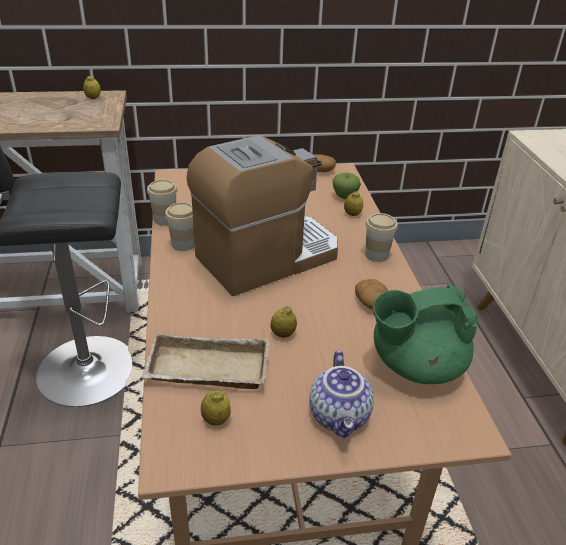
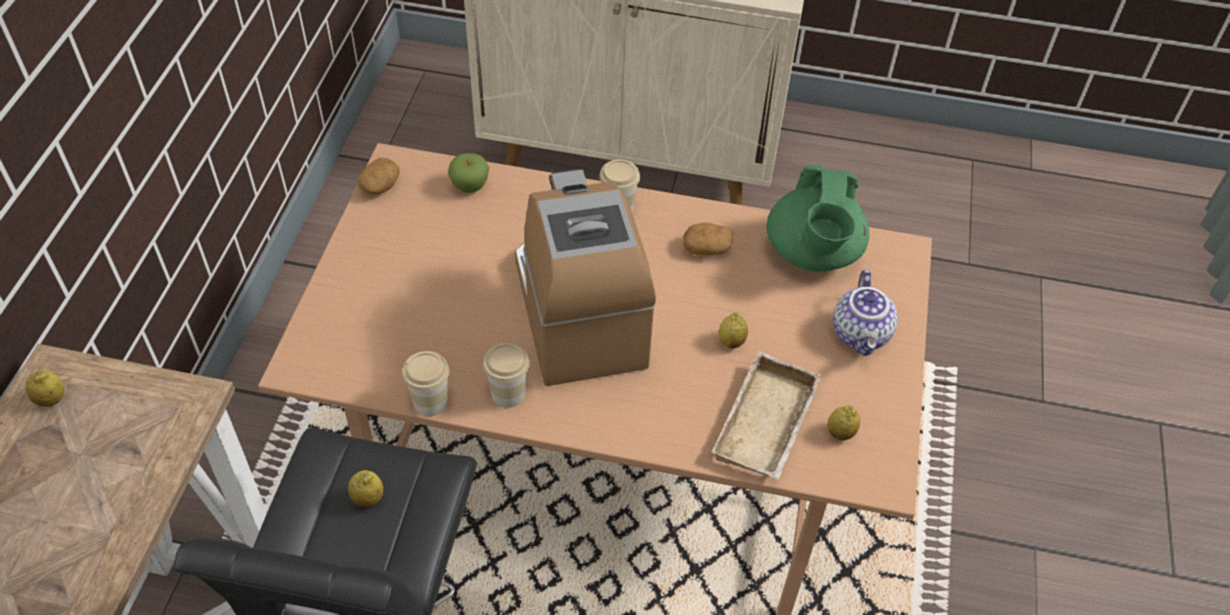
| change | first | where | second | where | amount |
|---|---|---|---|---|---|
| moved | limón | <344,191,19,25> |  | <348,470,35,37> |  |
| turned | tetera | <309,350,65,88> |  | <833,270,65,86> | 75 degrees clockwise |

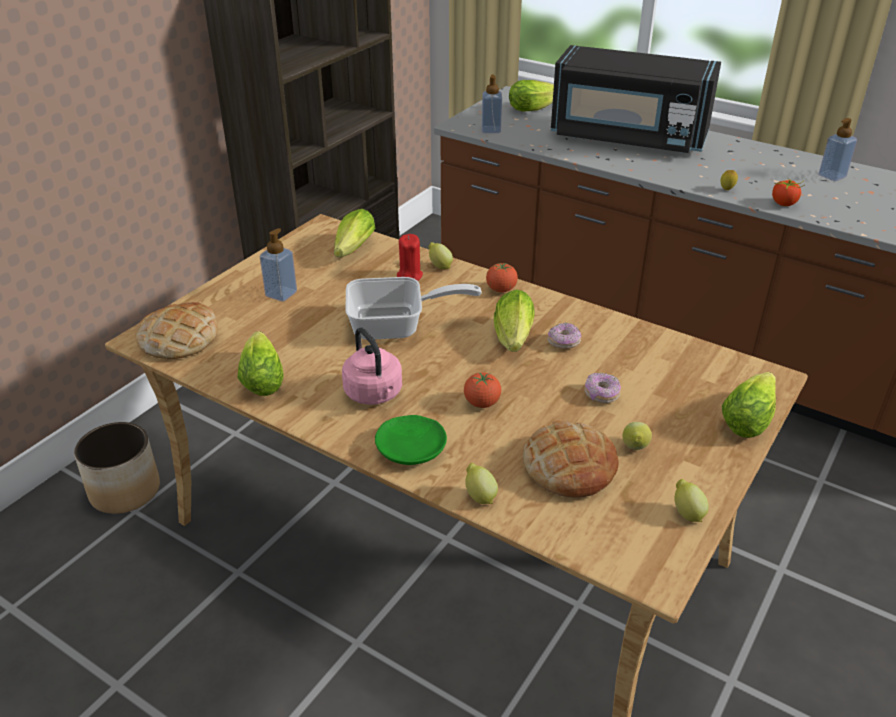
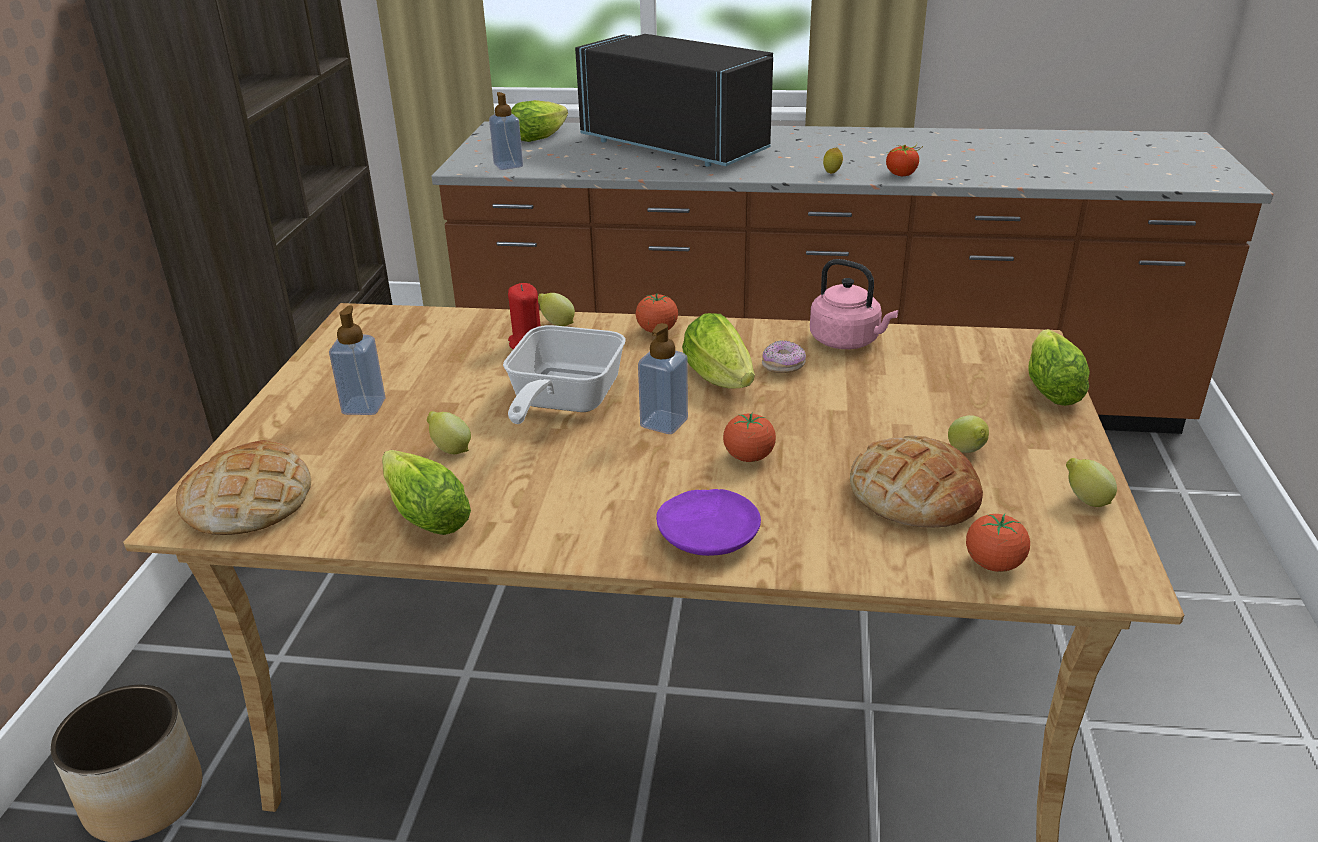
| change | first | where | second | where | amount |
|---|---|---|---|---|---|
| removed | lechuga | <334,209,41,48> |  |  |  |
| removed | rosquilla | <584,372,37,31> |  |  |  |
| added |  |  | tomate | <966,514,64,58> |  |
| moved | hervidor (rosa) | <342,327,60,78> |  | <810,259,88,90> |  |
| moved | limón | <465,463,33,41> |  | <427,411,44,43> |  |
| moved | dispensador de jabón | <819,118,38,63> |  | <638,323,50,111> |  |
| recoloured | plato (verde) | <375,415,72,50> | plato (morado) | <656,489,105,67> |  |
| turned | sartén | <345,277,137,63> |  | <503,325,123,99> | 135 degrees clockwise |
| turned | microondas (negro) | <551,45,170,108> |  | <575,34,198,133> | 135 degrees counterclockwise |

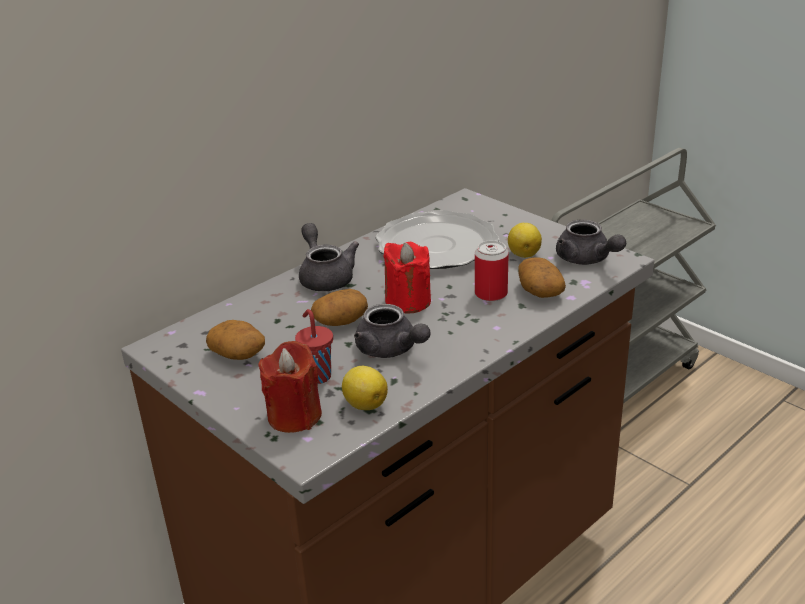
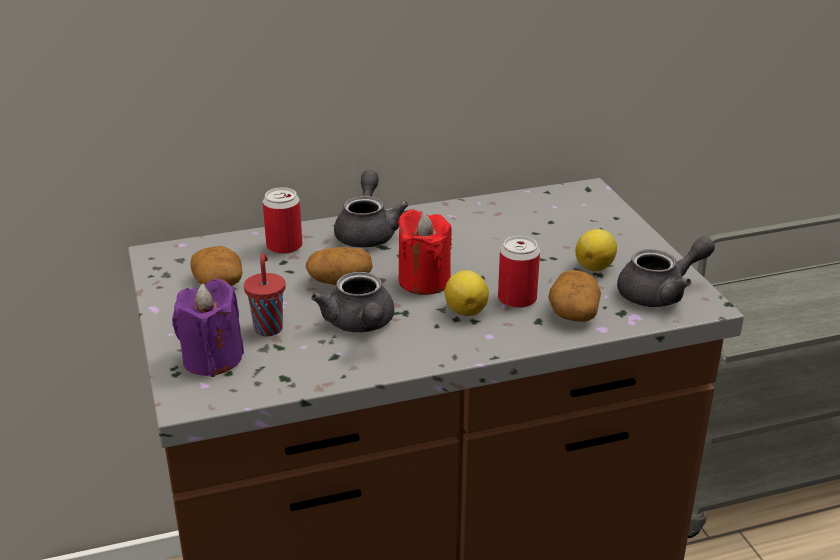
| change | first | where | second | where | amount |
|---|---|---|---|---|---|
| removed | plato | <375,210,124,59> |  |  |  |
| added |  |  | lata | <263,187,39,67> |  |
| moved | limón | <342,366,46,44> |  | <445,270,44,46> |  |
| recoloured | vela (rojo) | <259,341,63,92> | vela (morado) | <172,279,72,98> |  |
| turned | tetera (gris) | <556,220,70,45> |  | <617,237,98,70> | 105 degrees counterclockwise |

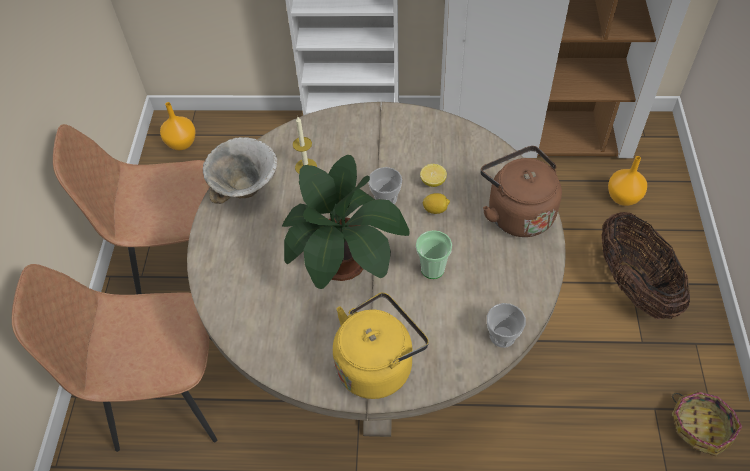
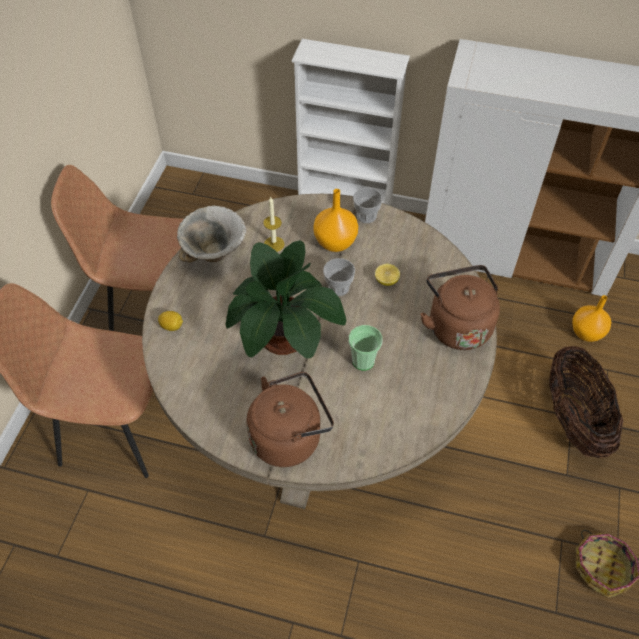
| change | first | where | second | where | amount |
|---|---|---|---|---|---|
| moved | florero (naranja) | <160,102,35,48> |  | <313,189,45,63> |  |
| moved | limón | <423,193,27,21> |  | <158,311,25,20> |  |
| moved | taza | <487,303,39,45> |  | <353,188,30,35> |  |
| recoloured | hervidor (amarillo) | <333,292,96,107> | hervidor (marrón) | <247,372,87,95> |  |

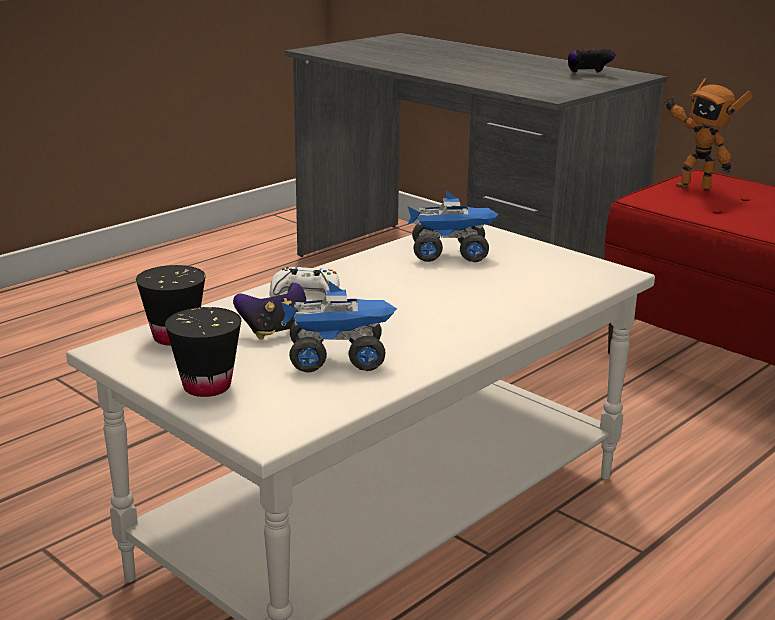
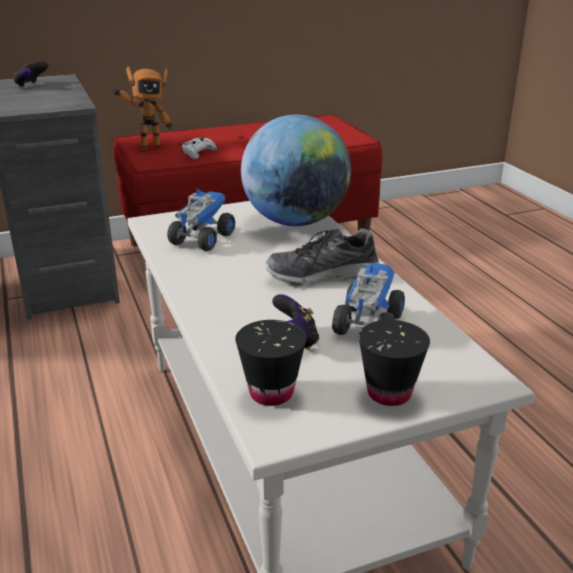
| change | first | where | second | where | amount |
|---|---|---|---|---|---|
| added |  |  | globo terráqueo | <241,114,110,112> |  |
| added |  |  | zapato | <265,228,114,59> |  |
| moved | mando de consola (blanco) | <270,267,69,30> |  | <181,137,36,22> |  |

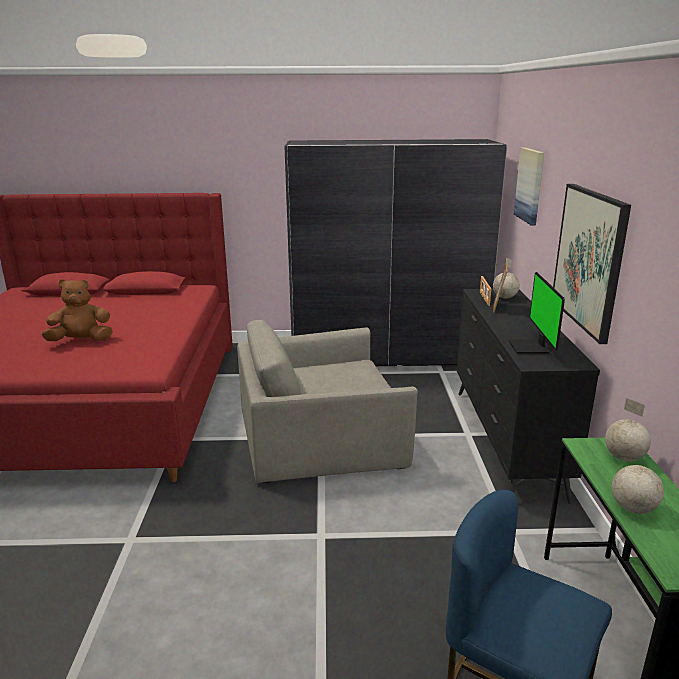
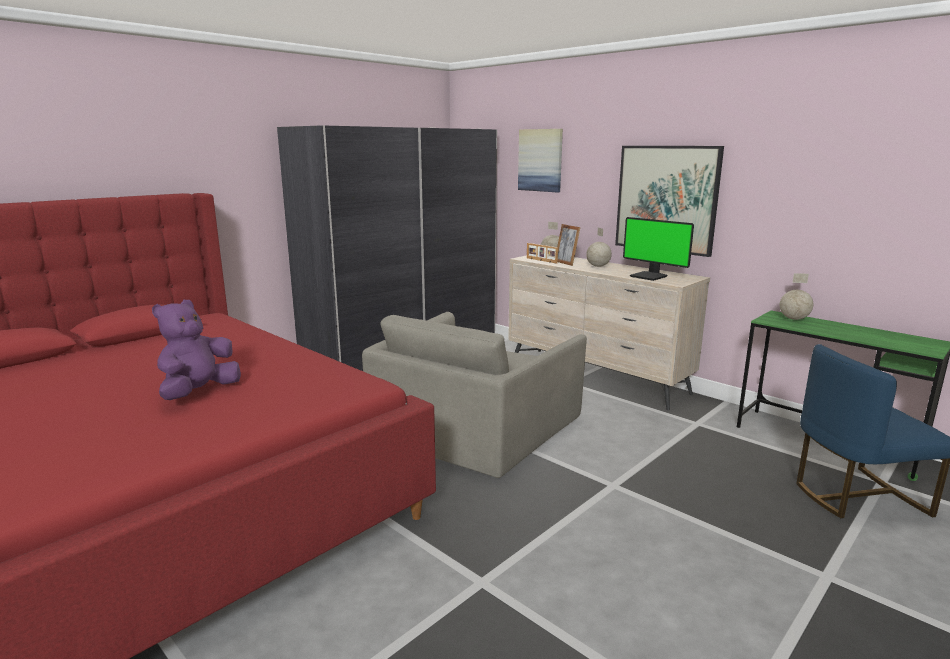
| change | first | where | second | where | amount |
|---|---|---|---|---|---|
| moved | globo terráqueo | <612,444,52,70> |  | <586,227,26,40> |  |
| recoloured | peluche (marrón) | <42,279,71,62> | peluche (morado) | <152,300,89,100> |  |
| recoloured | cómoda (negro) | <457,289,143,215> | cómoda (beis) | <508,255,202,155> |  |

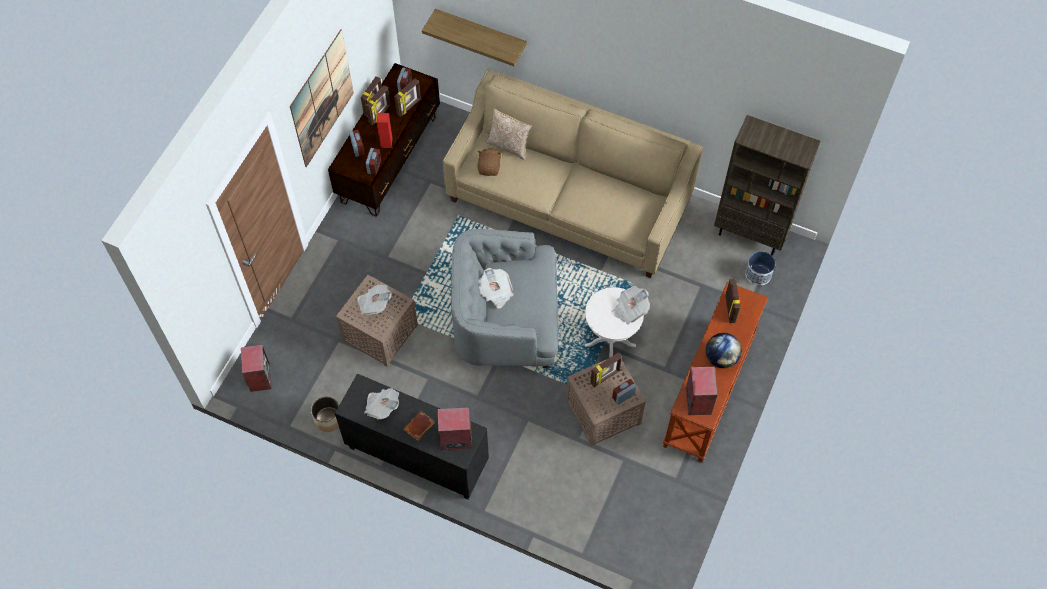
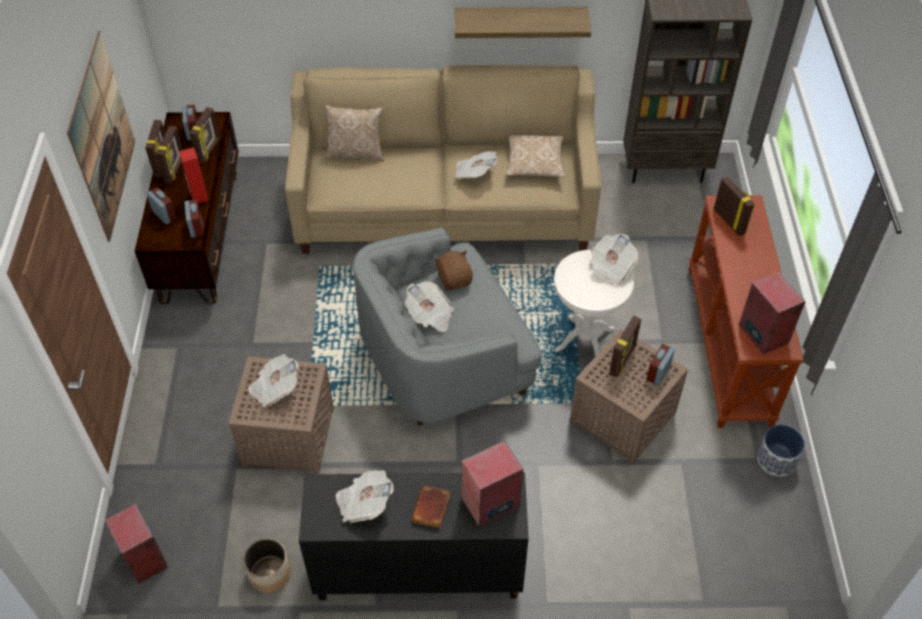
| change | first | where | second | where | amount |
|---|---|---|---|---|---|
| removed | globo terráqueo | <706,333,36,35> |  |  |  |
| added |  |  | periódico | <455,151,42,28> |  |
| added |  |  | cojín | <506,135,60,43> |  |
| moved | estante | <422,9,105,57> |  | <455,7,136,31> |  |
| moved | peluche (marrón) | <477,148,25,28> |  | <434,251,39,39> |  |
| moved | maceta | <745,251,30,35> |  | <757,425,48,52> |  |

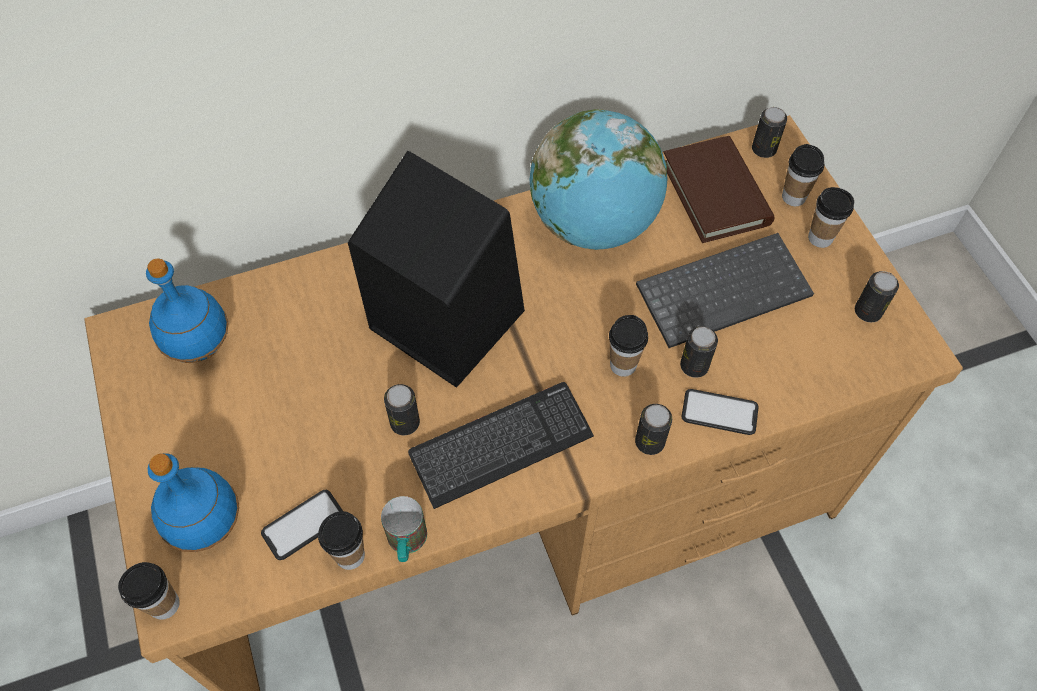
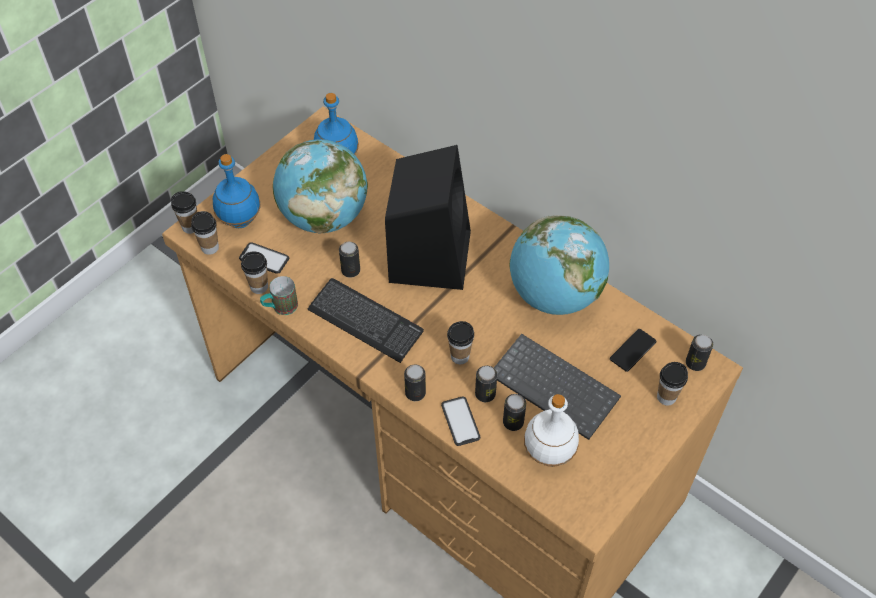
| change | first | where | second | where | amount |
|---|---|---|---|---|---|
| added |  |  | globo terráqueo | <273,139,95,94> |  |
| added |  |  | botella (blanco) | <524,394,55,73> |  |
| moved | taza | <808,187,46,61> |  | <191,211,28,44> |  |
| moved | lata | <855,271,44,51> |  | <503,394,23,37> |  |
| replaced | libro (marrón) | <664,136,111,107> | móvil | <610,329,47,43> |  |

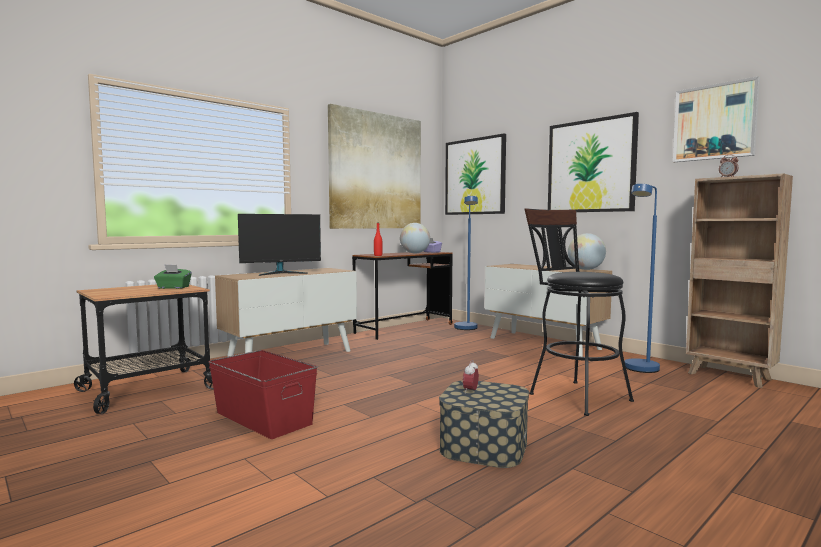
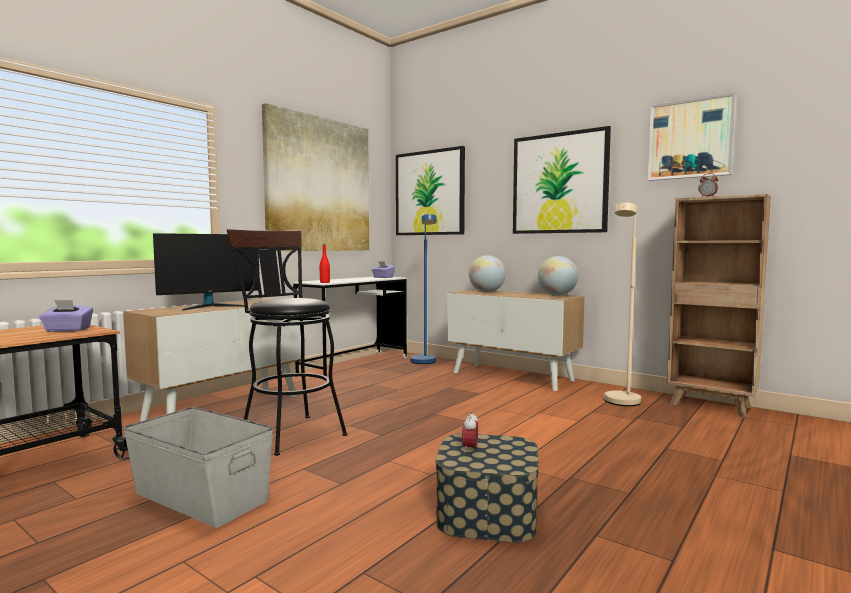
| change | first | where | second | where | amount |
|---|---|---|---|---|---|
| moved | globo terráqueo | <400,223,30,31> |  | <469,255,37,37> |  |
| moved | taburete (negro) | <525,208,109,208> |  | <227,229,120,227> |  |
| recoloured | caja de pañuelos (verde) | <154,264,38,25> | caja de pañuelos (morado) | <39,300,54,32> |  |
| recoloured | caja de almacenaje (rojo) | <208,350,109,89> | caja de almacenaje (gris) | <123,407,150,121> |  |
| recoloured | escritorio (marrón) | <352,251,101,89> | escritorio (blanco) | <293,277,115,99> |  |
| recoloured | lámpara de pie (azul) | <625,184,35,189> | lámpara de pie (beis) | <604,202,37,204> |  |

